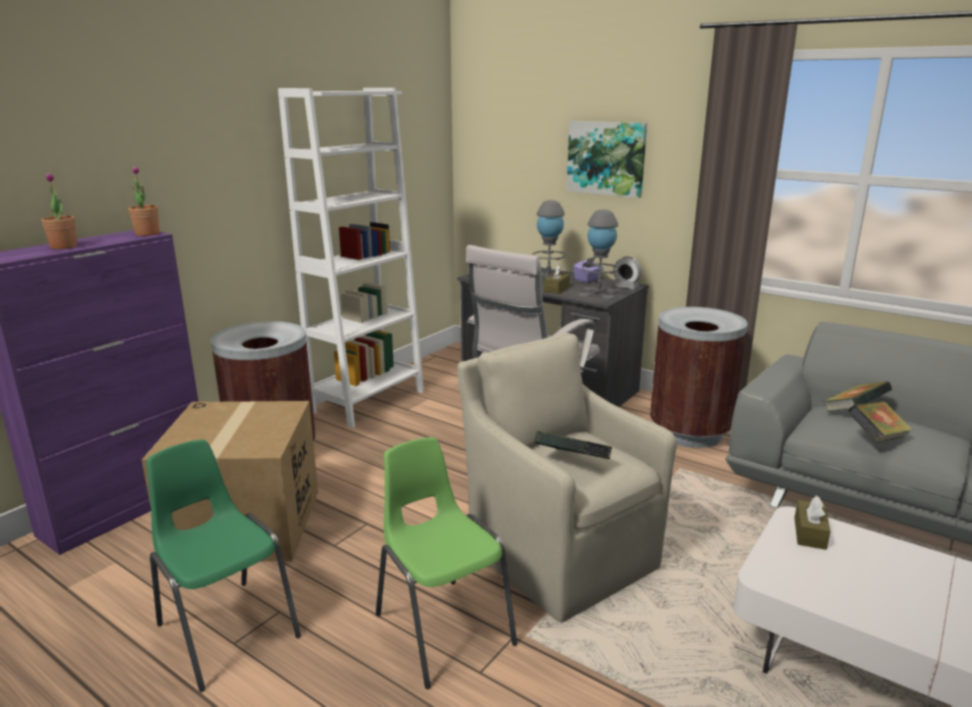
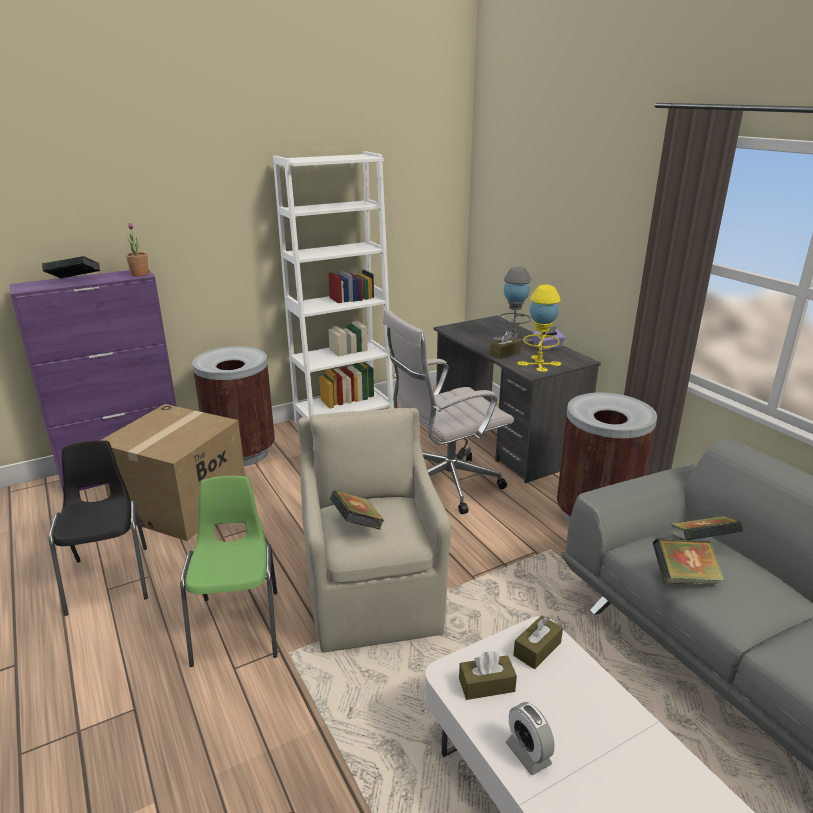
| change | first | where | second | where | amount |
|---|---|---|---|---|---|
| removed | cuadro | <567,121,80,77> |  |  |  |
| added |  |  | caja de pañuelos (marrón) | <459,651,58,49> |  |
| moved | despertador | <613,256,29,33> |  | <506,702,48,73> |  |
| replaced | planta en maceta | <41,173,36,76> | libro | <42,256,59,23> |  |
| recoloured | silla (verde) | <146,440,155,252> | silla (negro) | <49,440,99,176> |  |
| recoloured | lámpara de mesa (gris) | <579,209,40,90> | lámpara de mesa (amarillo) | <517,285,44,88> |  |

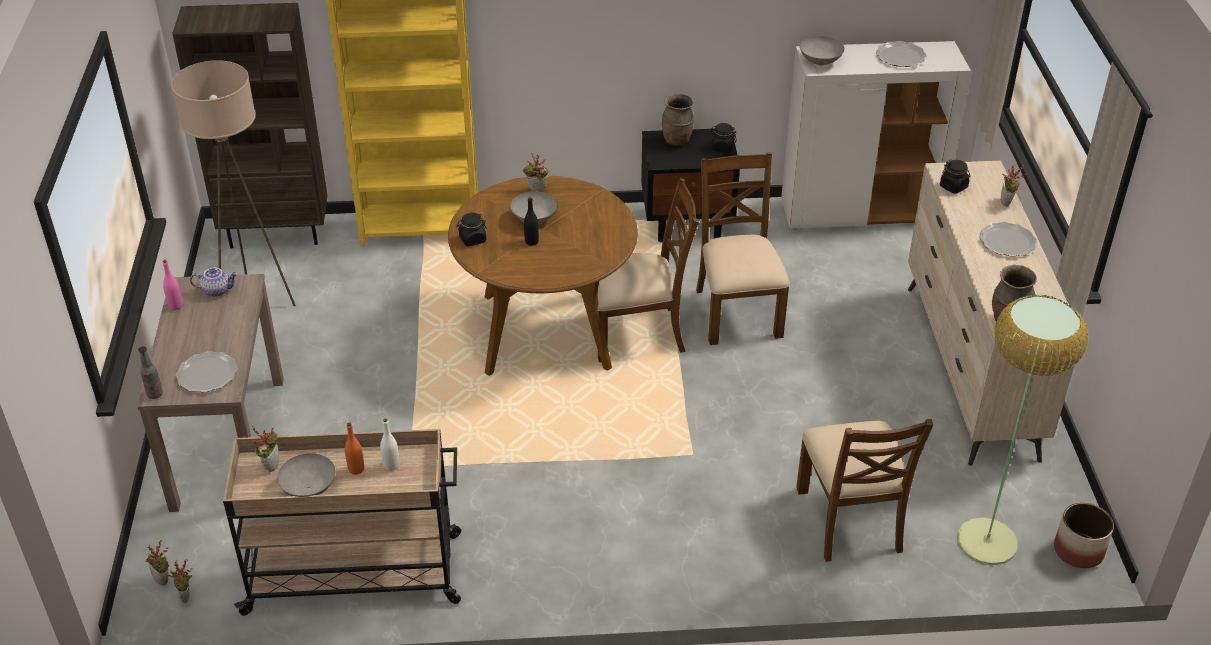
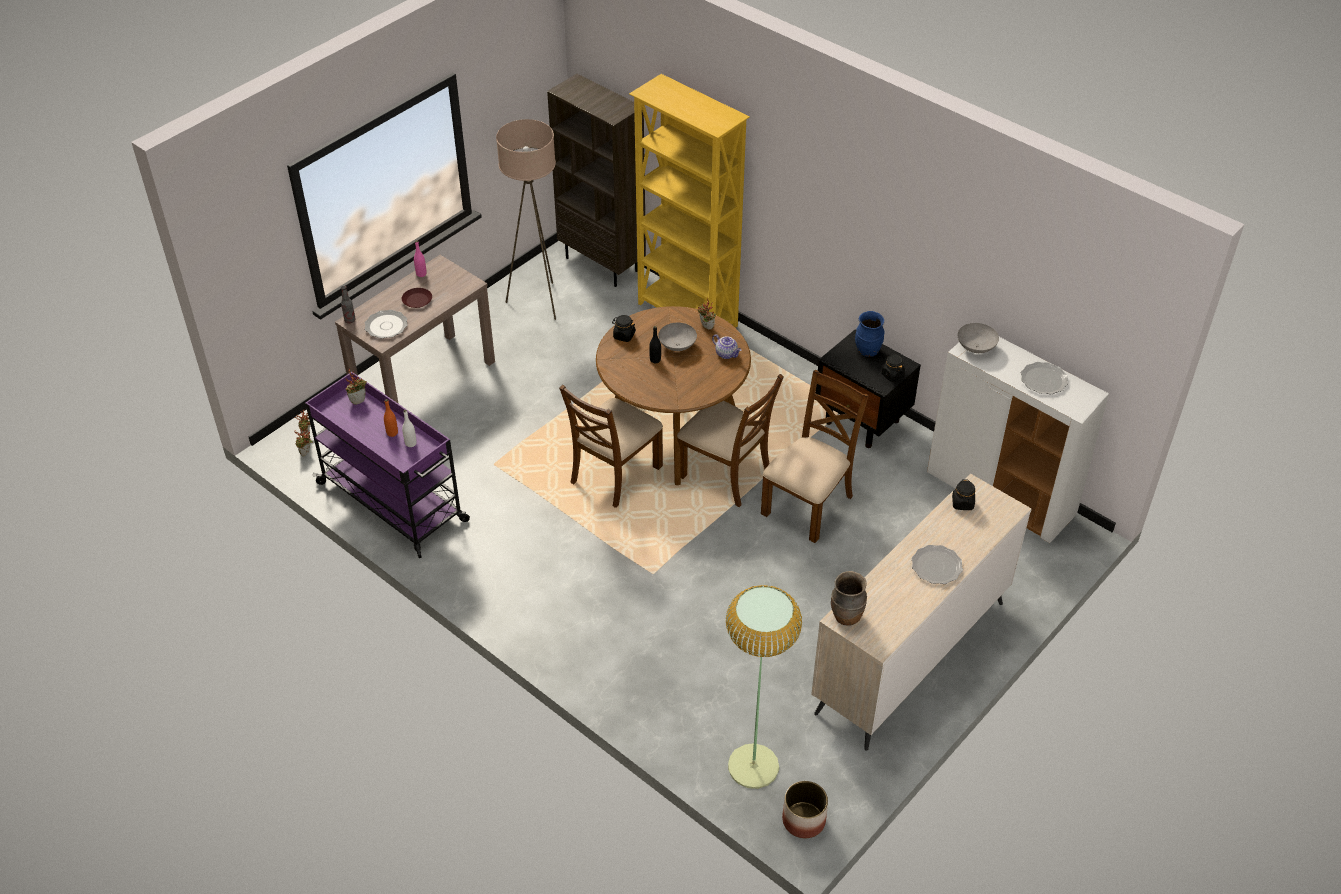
| change | first | where | second | where | amount |
|---|---|---|---|---|---|
| removed | cuenco (gris) | <277,453,58,44> |  |  |  |
| removed | planta en maceta | <1001,165,25,42> |  |  |  |
| added |  |  | plato (marrón) | <402,288,30,20> |  |
| moved | tetera | <190,268,48,29> |  | <712,334,30,25> |  |
| moved | silla (marrón) | <796,419,137,143> |  | <559,385,104,123> |  |
| recoloured | carrito (beis) | <223,429,238,187> | carrito (morado) | <305,372,165,186> |  |
| recoloured | florero (marrón) | <662,94,32,52> | florero (azul) | <855,311,30,46> |  |

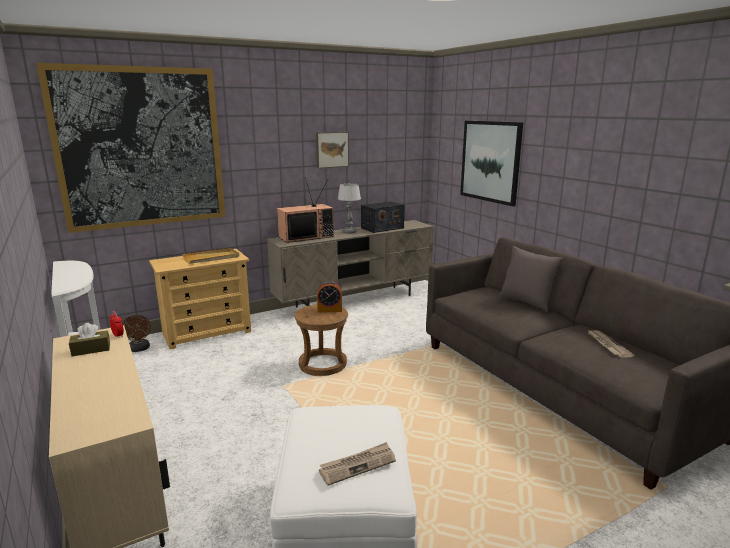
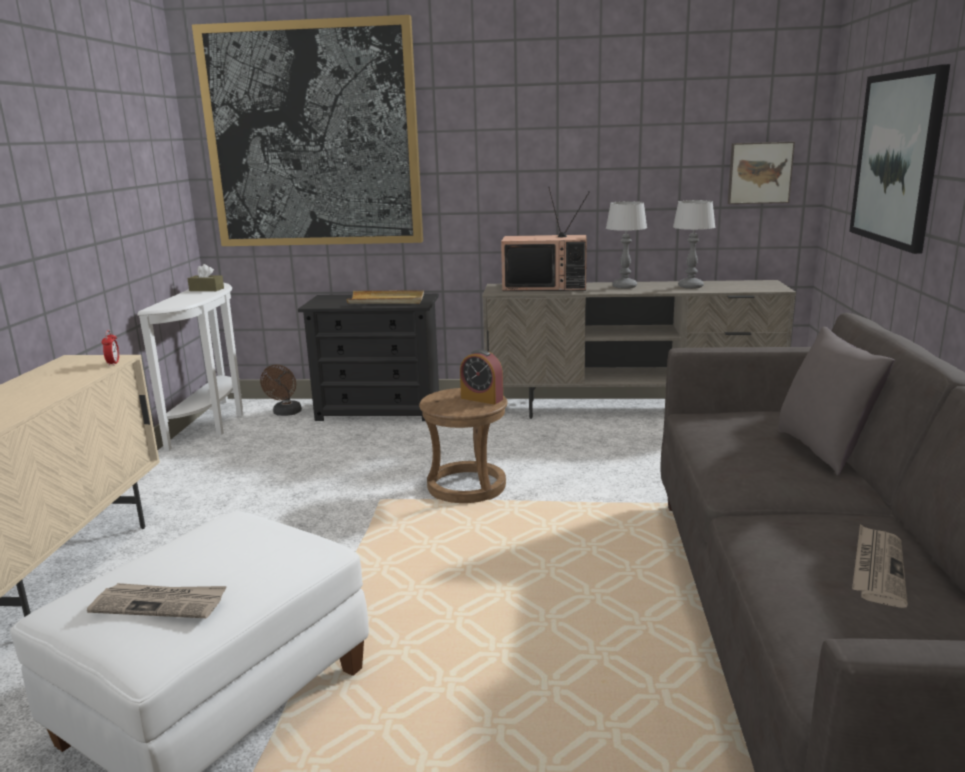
| change | first | where | second | where | amount |
|---|---|---|---|---|---|
| moved | caja de pañuelos (marrón) | <69,323,41,34> |  | <187,264,37,27> |  |
| moved | cuadro | <316,132,33,36> |  | <728,142,67,62> |  |
| replaced | radio | <361,201,43,32> | lámpara de mesa | <673,200,42,89> |  |
| recoloured | cómoda (beis) | <149,249,102,100> | cómoda (negro) | <298,294,141,127> |  |

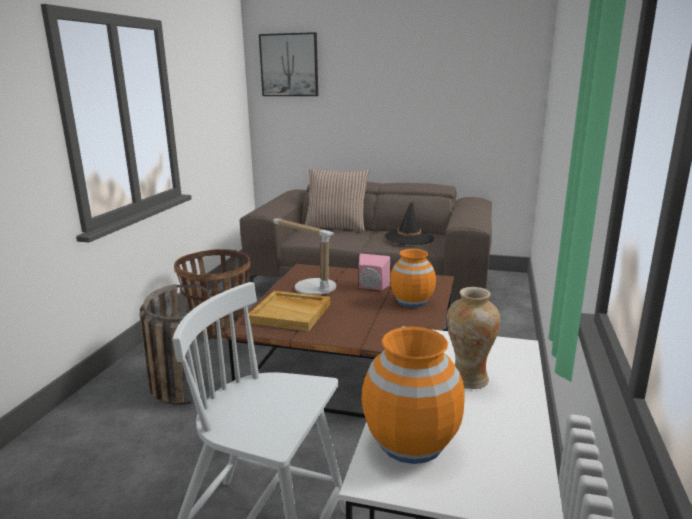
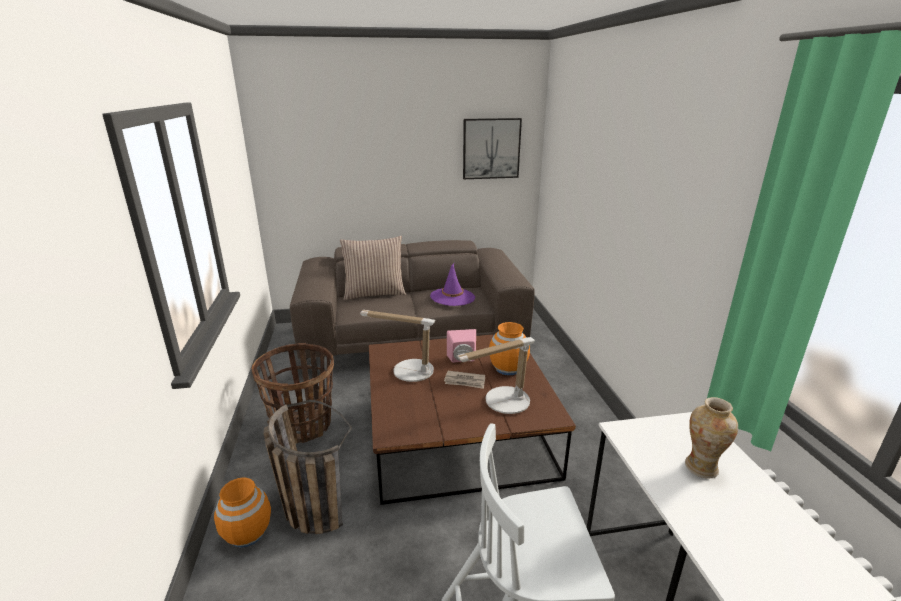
| change | first | where | second | where | amount |
|---|---|---|---|---|---|
| removed | bandeja (beis) | <249,291,81,40> |  |  |  |
| added |  |  | periódico | <444,371,41,18> |  |
| added |  |  | lámpara de mesa | <456,337,79,77> |  |
| moved | cuadro | <259,32,59,64> |  | <463,118,59,61> |  |
| moved | florero (naranja) | <362,327,103,137> |  | <214,477,57,71> |  |
| recoloured | sombrero (negro) | <385,200,49,45> | sombrero (morado) | <430,263,45,43> |  |

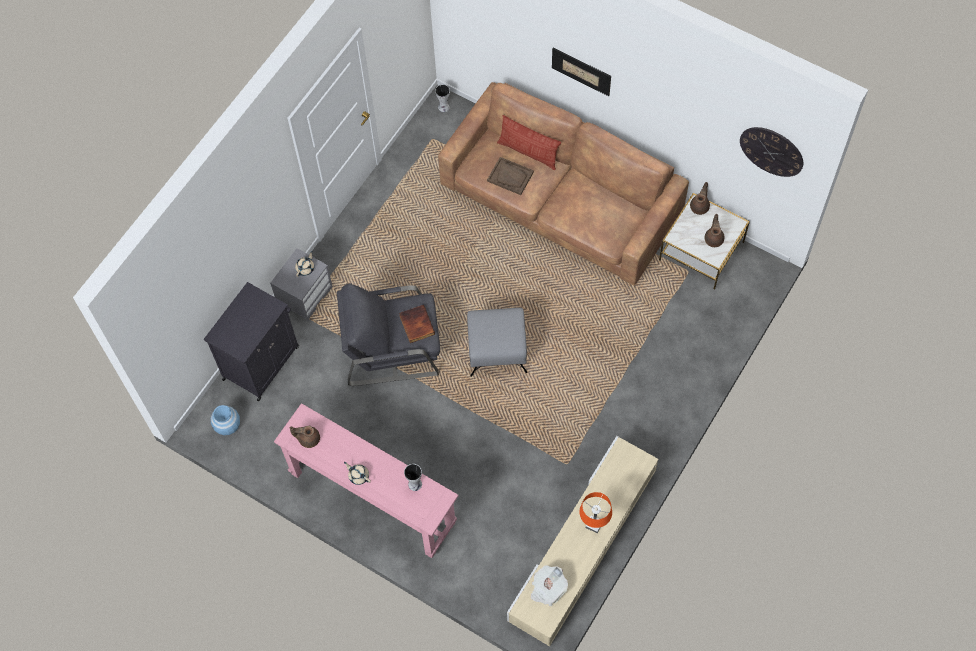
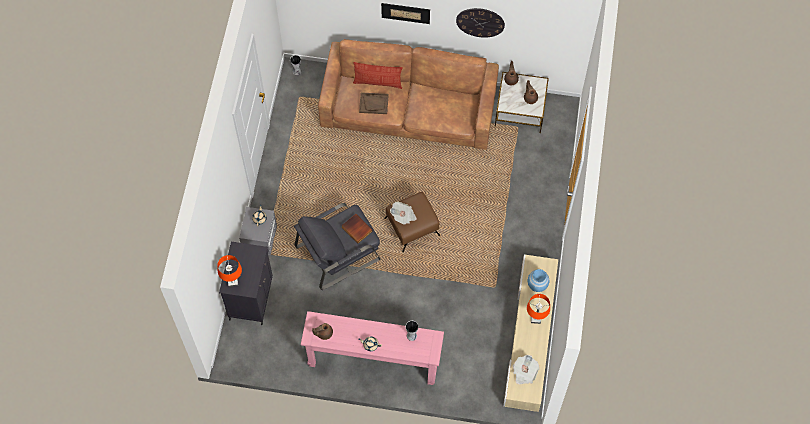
| change | first | where | second | where | amount |
|---|---|---|---|---|---|
| added |  |  | lámpara de mesa (naranja) | <217,255,25,32> |  |
| added |  |  | periódico | <390,202,27,23> |  |
| moved | florero (azul) | <211,405,29,30> |  | <527,269,23,23> |  |
| moved | reloj de pared | <740,127,64,50> |  | <456,8,49,30> |  |
| recoloured | puf (gris) | <467,308,60,68> | puf (marrón) | <385,192,55,60> |  |

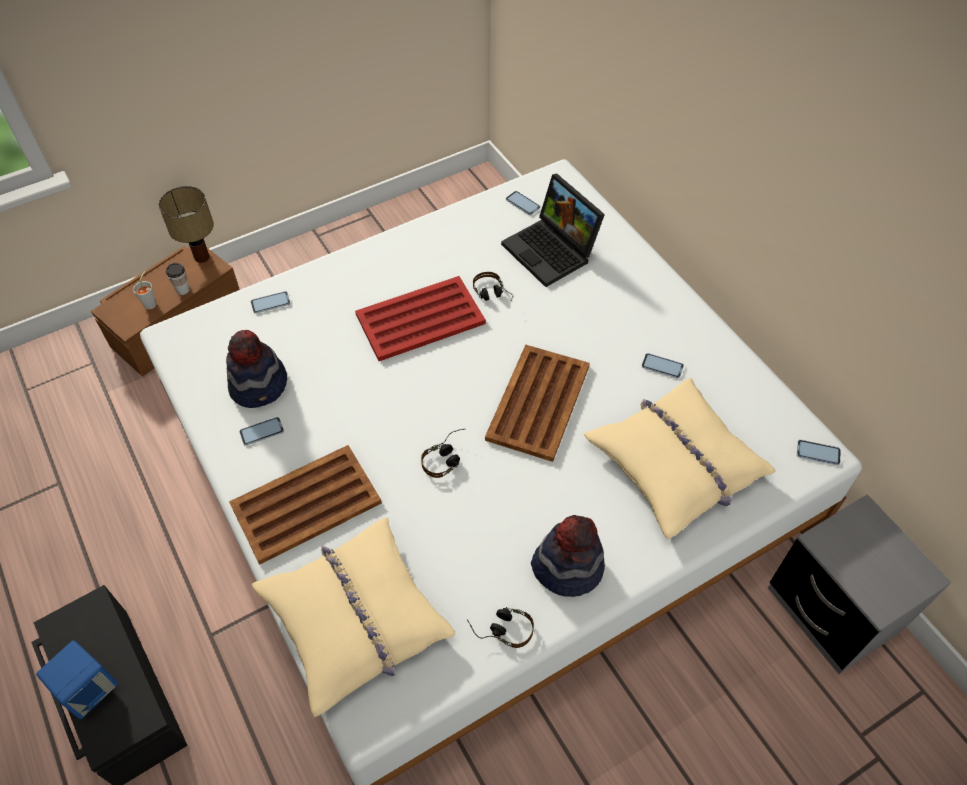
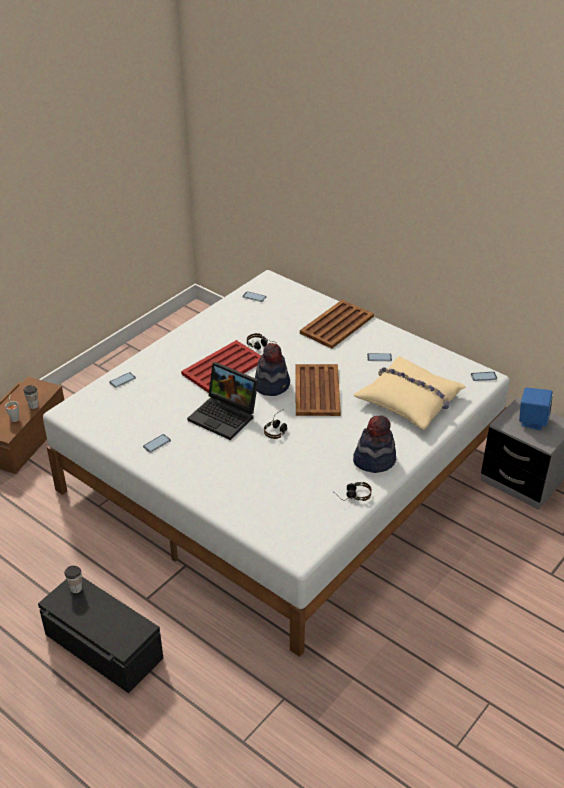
| change | first | where | second | where | amount |
|---|---|---|---|---|---|
| removed | lámpara de mesa | <159,186,55,77> |  |  |  |
| removed | cojín (beis) | <252,517,203,201> |  |  |  |
| added |  |  | taza | <64,566,18,27> |  |
| moved | altavoz (azul) | <36,641,82,78> |  | <519,388,34,42> |  |
| moved | sombrero | <226,330,61,78> |  | <255,343,35,53> |  |
| moved | bandeja (marrón) | <229,445,153,120> |  | <300,300,74,49> |  |
| moved | portátil | <501,173,104,114> |  | <187,362,71,78> |  |

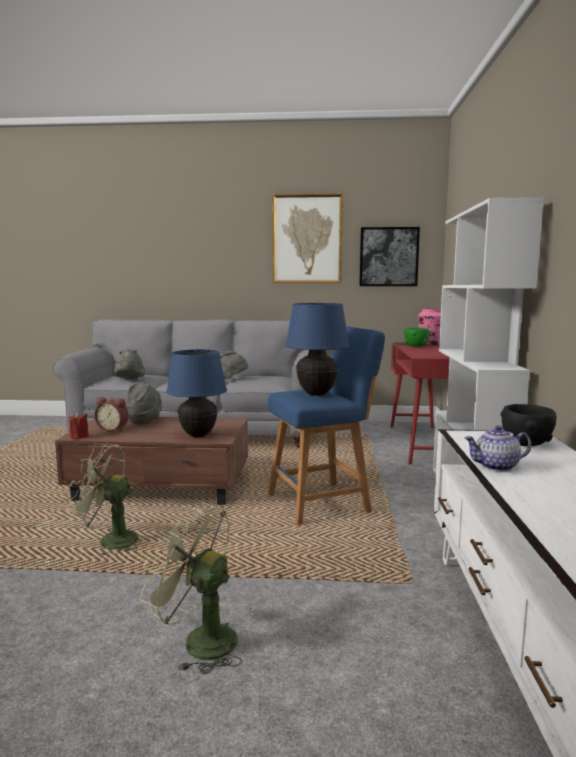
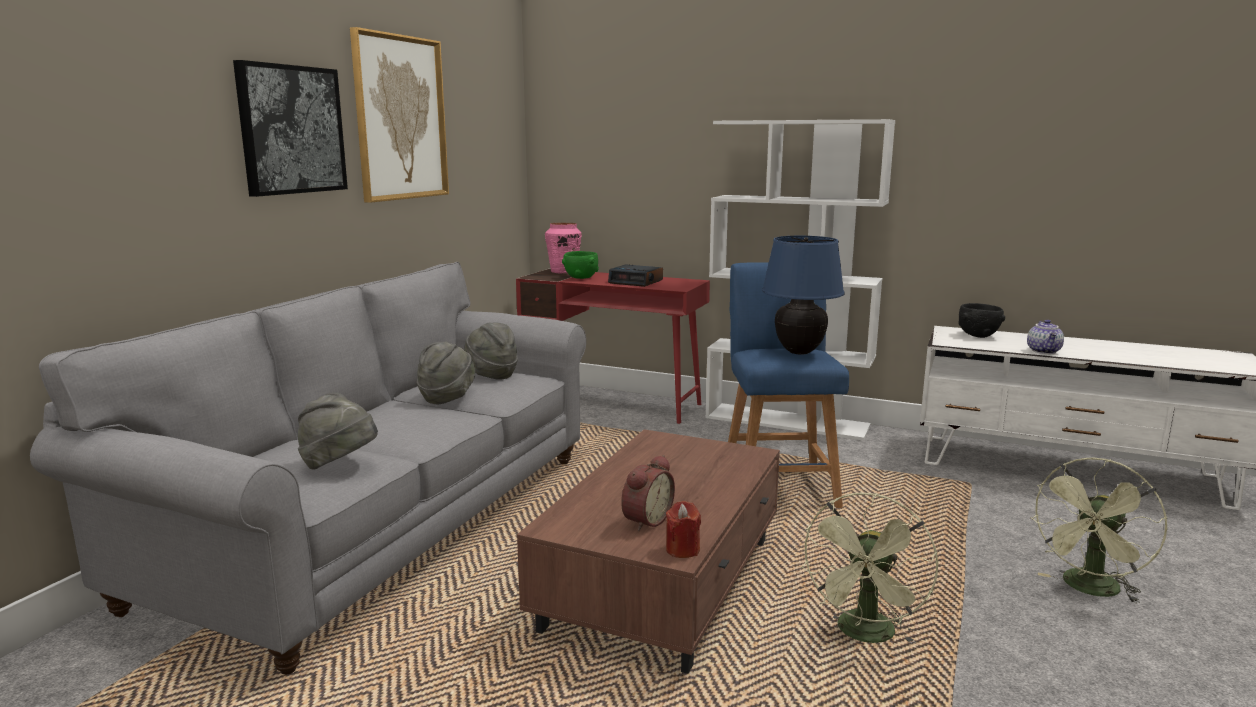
| change | first | where | second | where | amount |
|---|---|---|---|---|---|
| removed | lámpara de mesa (azul) | <166,350,61,87> |  |  |  |
| added |  |  | despertador | <608,264,55,23> |  |
| moved | sombrero (gris) | <125,383,37,41> |  | <464,322,54,58> |  |
| moved | cuadro | <359,227,61,59> |  | <233,60,115,137> |  |

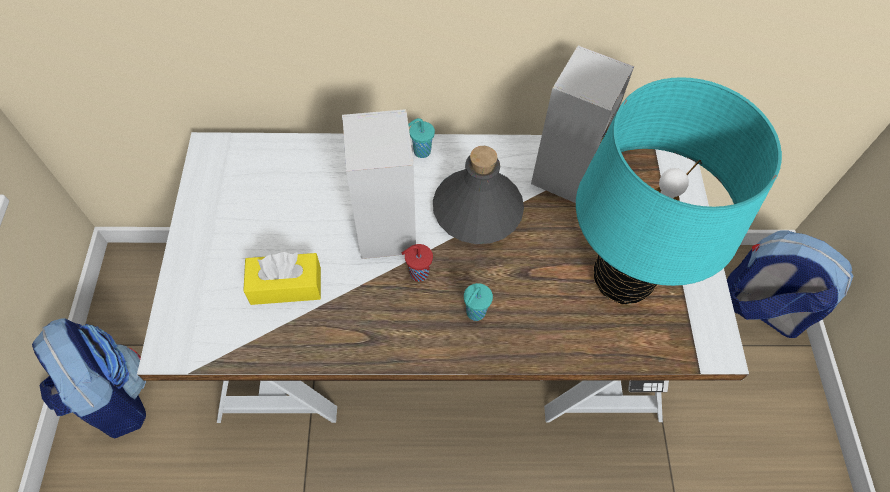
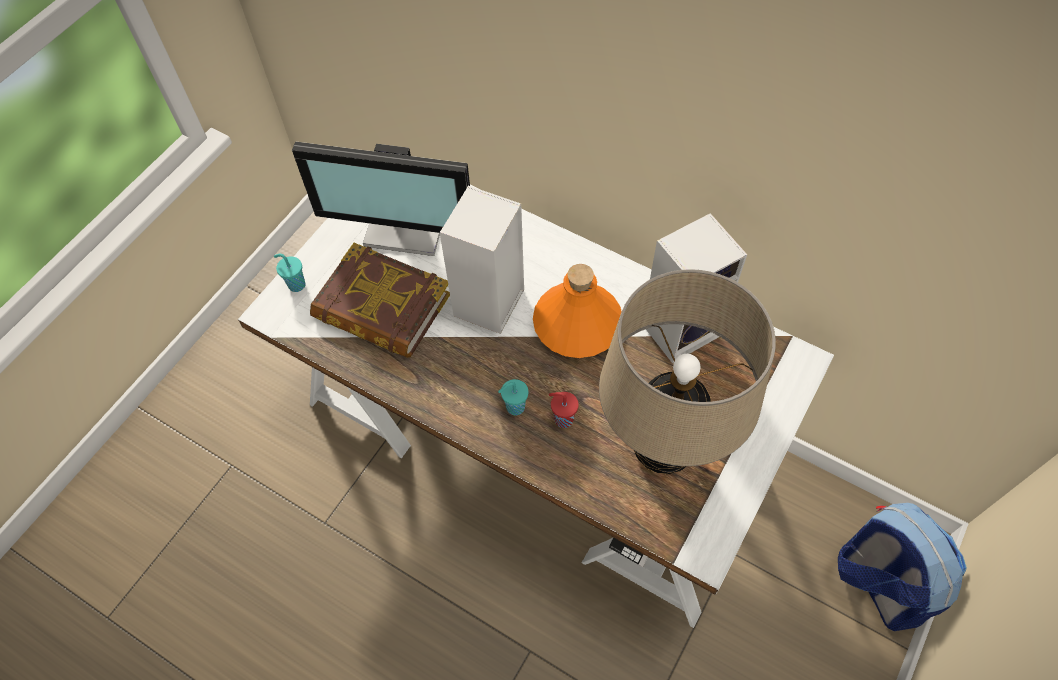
| change | first | where | second | where | amount |
|---|---|---|---|---|---|
| removed | mochila | <32,318,114,120> |  |  |  |
| added |  |  | monitor | <292,141,178,115> |  |
| moved | taza (rojo) | <402,244,31,38> |  | <549,392,30,36> |  |
| moved | taza (turquesa) | <408,118,27,40> |  | <274,254,31,38> |  |
| replaced | caja de pañuelos (amarillo) | <243,252,78,53> | libro | <310,243,140,115> |  |
| recoloured | botella (gris) | <433,146,91,98> | botella (naranja) | <533,264,89,94> |  |
| recoloured | lámpara de mesa (turquesa) | <576,77,206,227> | lámpara de mesa (beis) | <599,269,177,205> |  |

